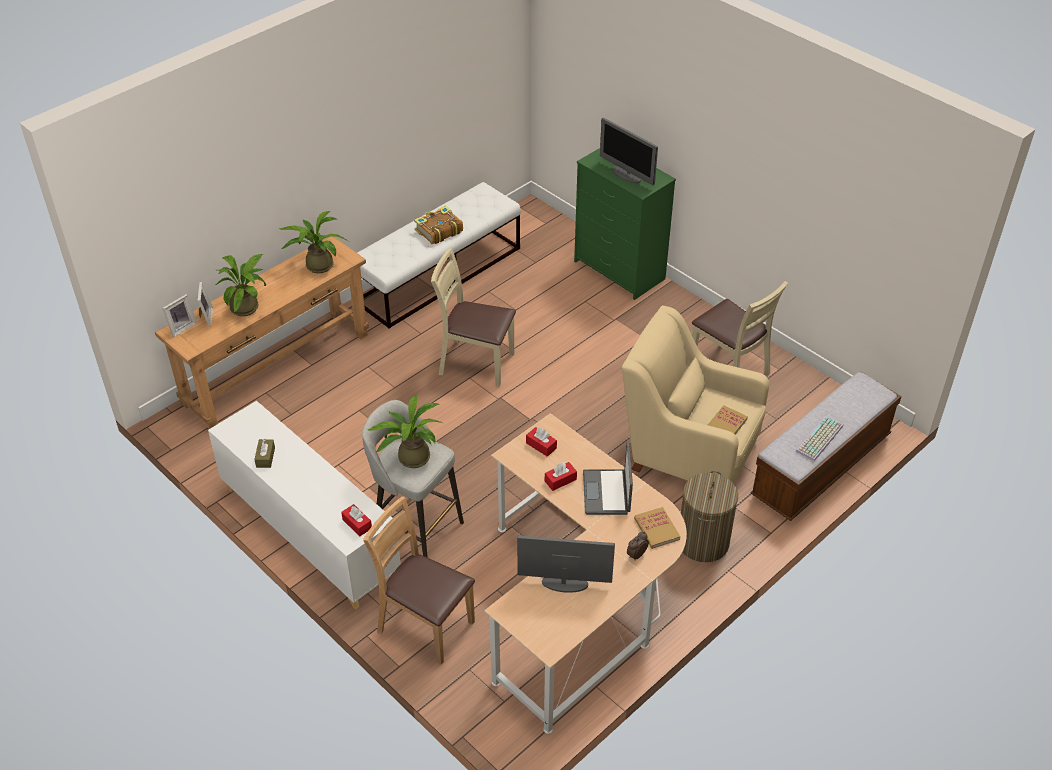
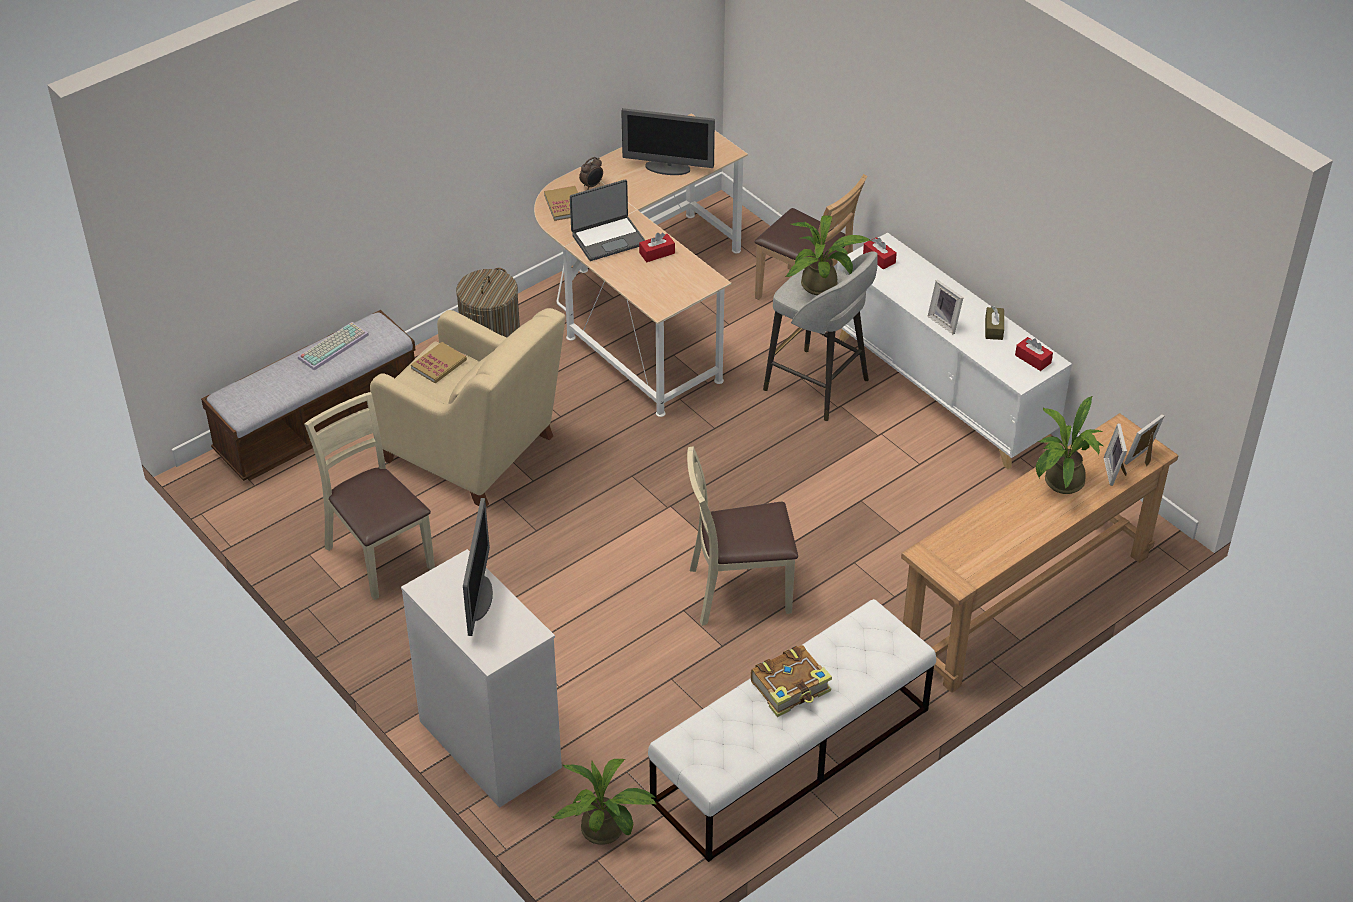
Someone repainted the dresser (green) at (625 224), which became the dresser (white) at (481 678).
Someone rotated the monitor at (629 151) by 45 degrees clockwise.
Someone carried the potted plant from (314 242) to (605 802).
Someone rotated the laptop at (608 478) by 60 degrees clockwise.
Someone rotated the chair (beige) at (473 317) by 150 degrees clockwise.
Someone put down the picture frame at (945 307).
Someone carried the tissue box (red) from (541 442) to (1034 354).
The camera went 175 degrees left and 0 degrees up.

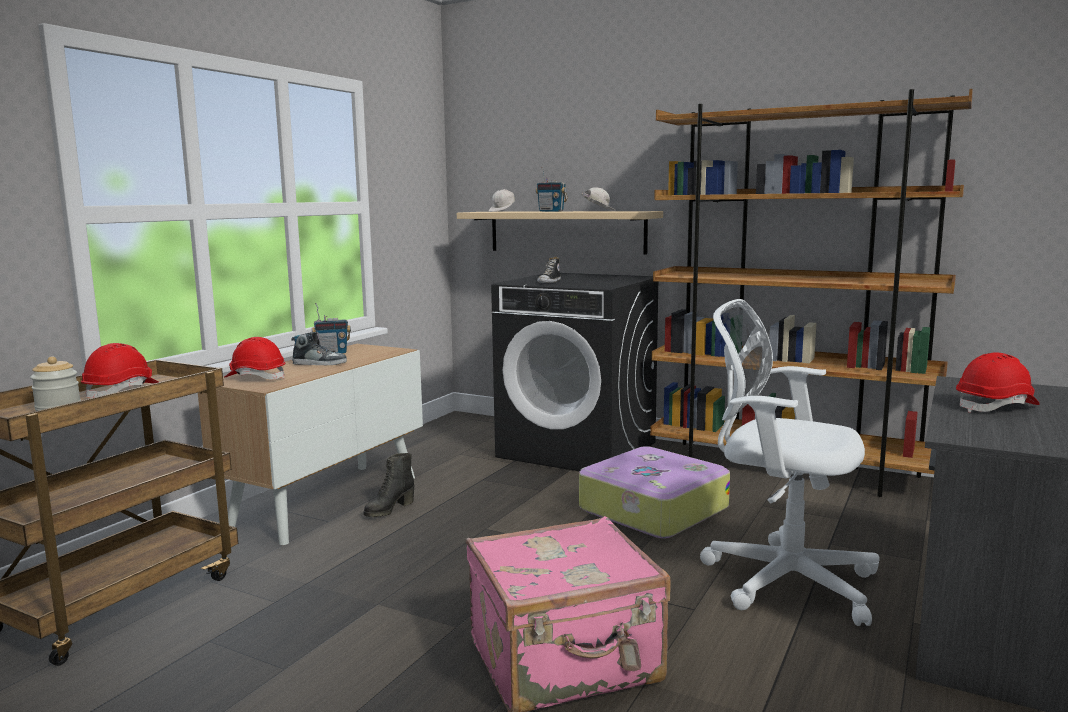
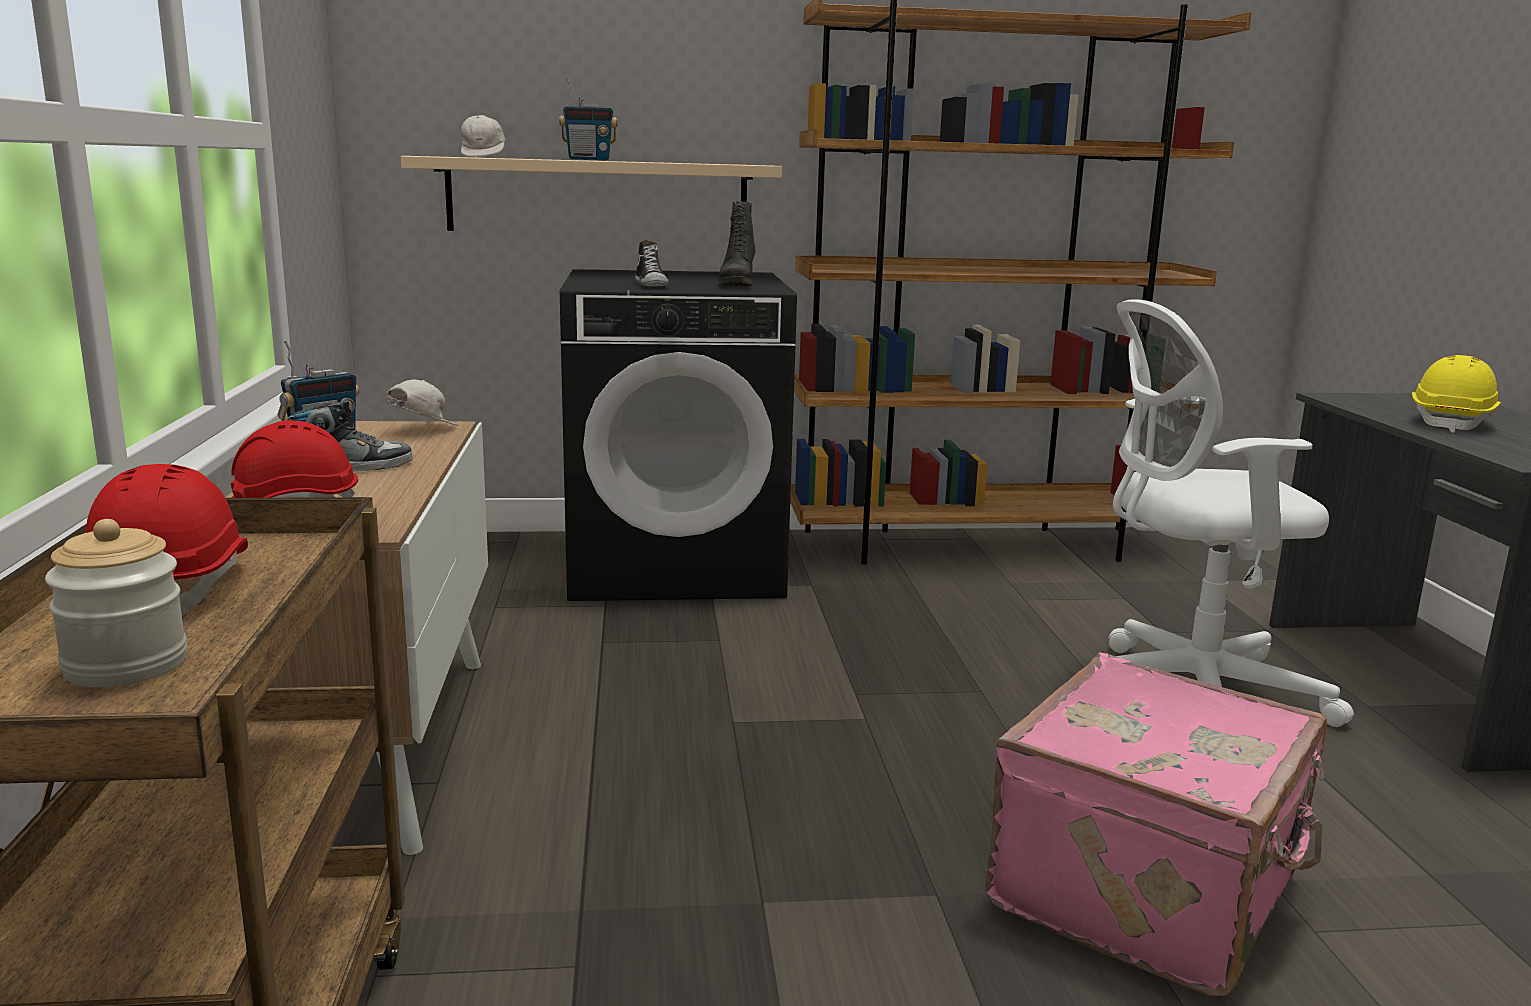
Someone carried the cap (white) from (598 199) to (421 402).
Someone carried the boot (black) from (389 485) to (736 243).
Someone repainted the hard hat (red) at (998 382), which became the hard hat (yellow) at (1456 394).
Someone took away the suitcase at (654 492).
The camera went 35 degrees left and 5 degrees up.

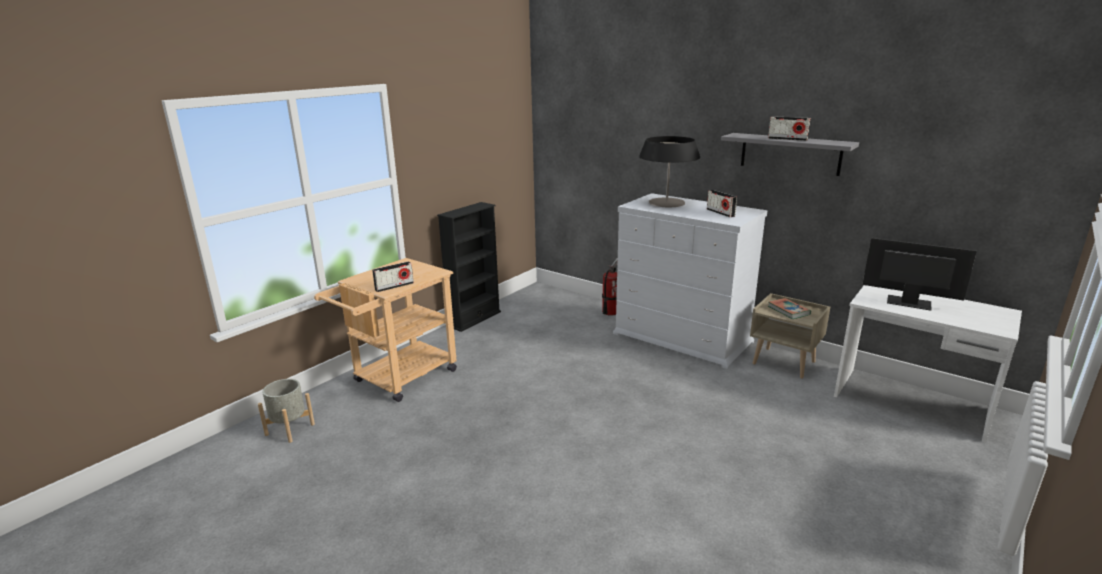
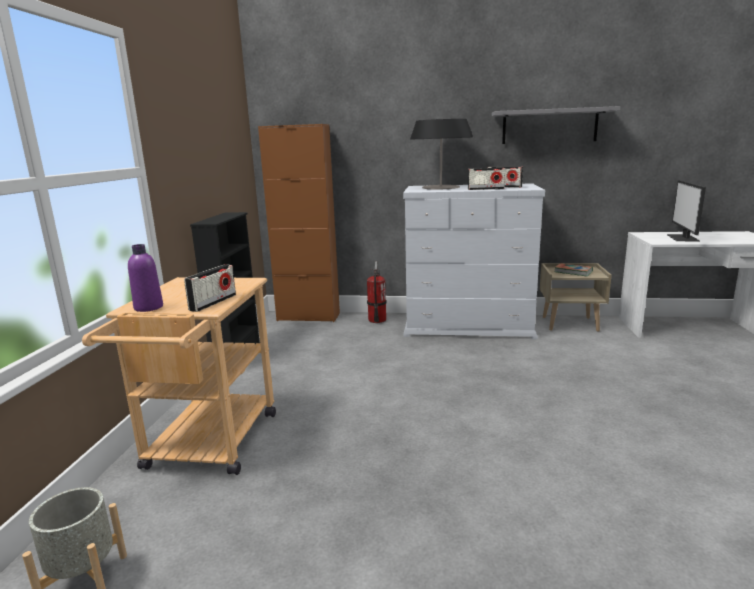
Someone put down the bottle (purple) at (145 278).
Someone put down the cabinet (brown) at (299 223).
Someone carried the radio from (789 128) to (486 179).
Someone rotated the monitor at (919 274) by 75 degrees counterclockwise.
The camera went 30 degrees left and 5 degrees down.

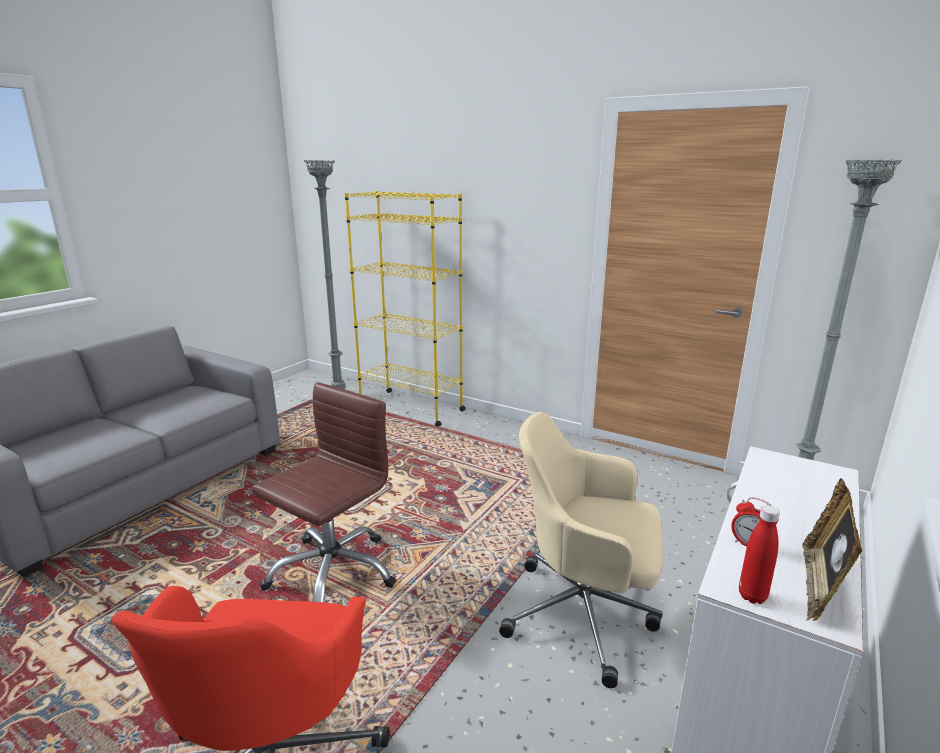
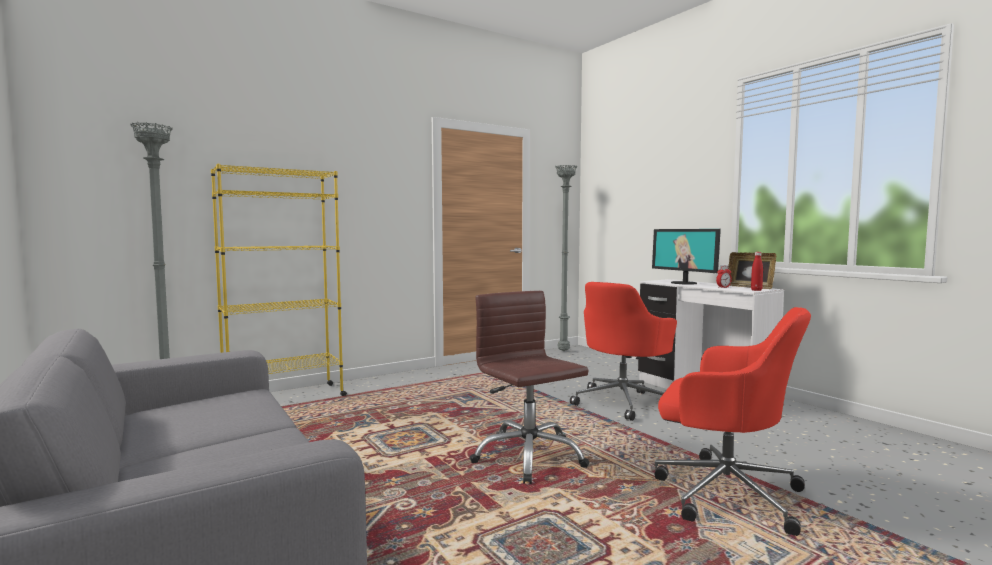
Someone repainted the office chair (beige) at (581 550), which became the office chair (red) at (623 351).
Someone put down the monitor at (686 257).
The camera went 65 degrees left and 15 degrees down.

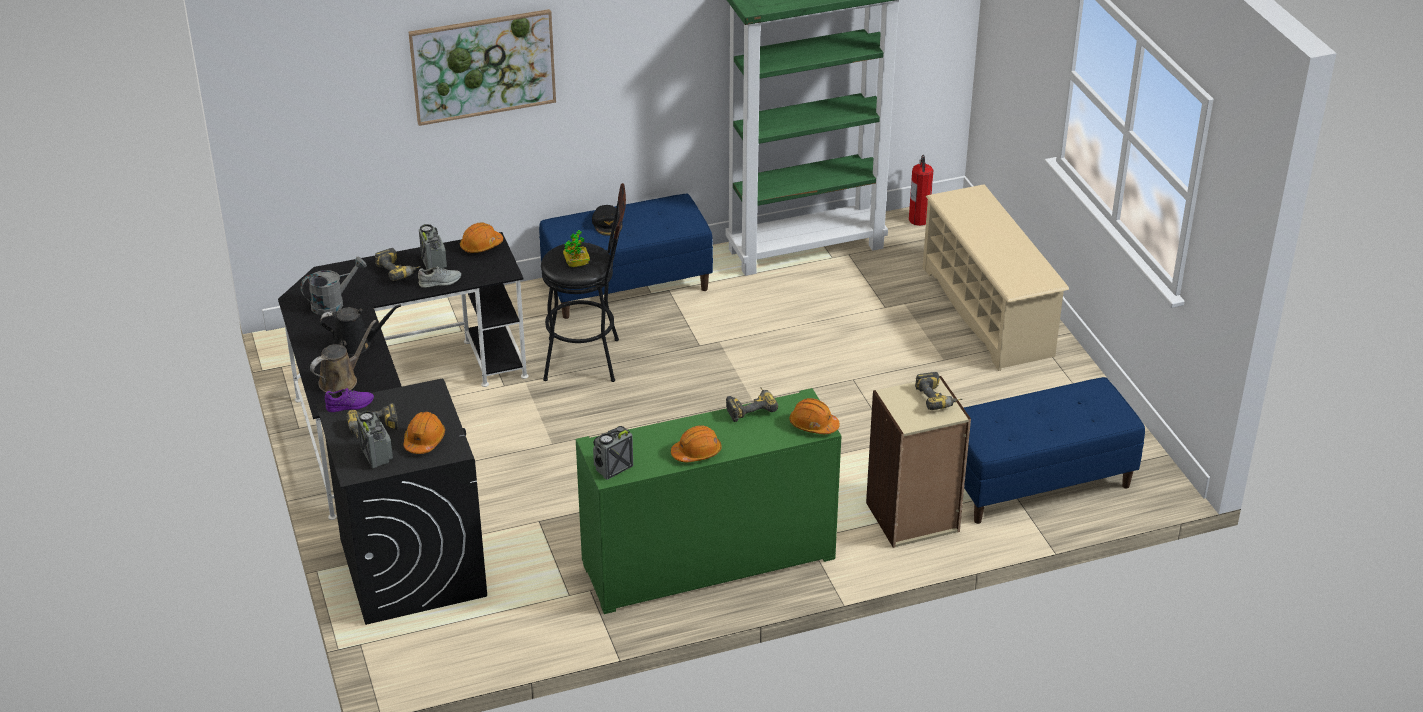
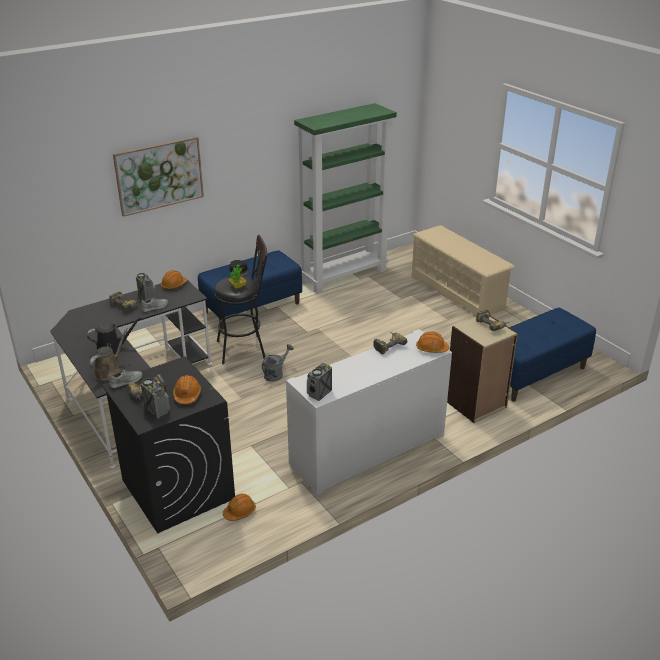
Someone repainted the shoe (purple) at (349 400), which became the shoe (grey) at (125 379).
Someone carried the hard hat (orange) from (696 444) to (239 507).
Someone carried the watering can (grey) from (333 286) to (278 363).
Someone repainted the cabinet (green) at (709 501), which became the cabinet (white) at (369 412).
Someone took away the fire extinguisher at (921 190).
The camera went 15 degrees left and 5 degrees down.

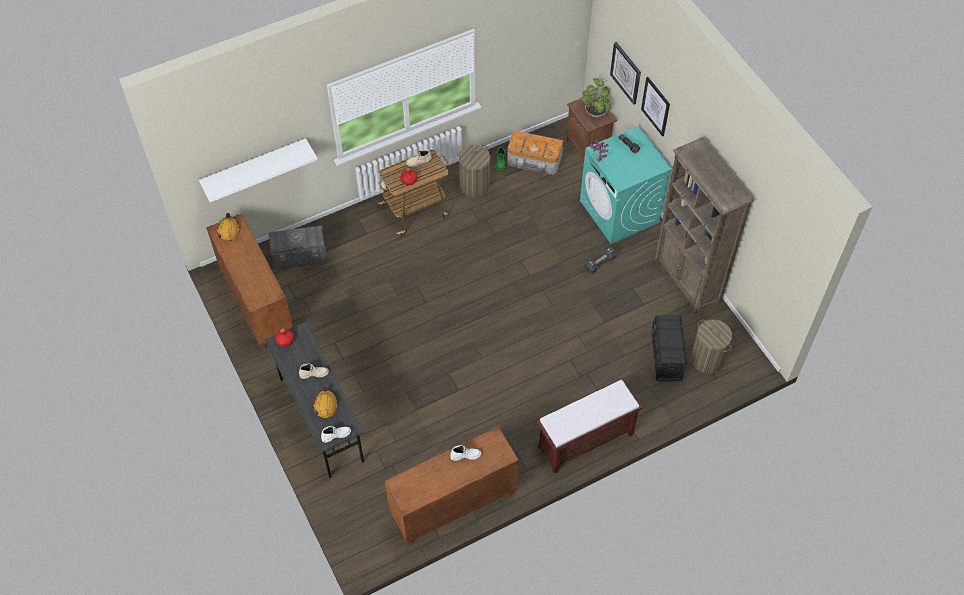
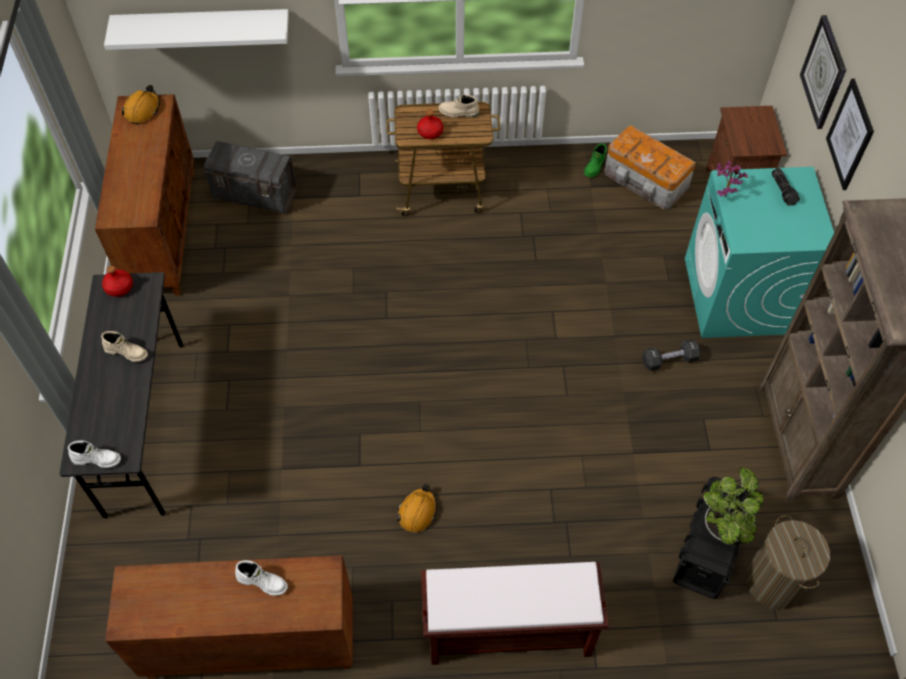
Someone carried the hard hat (orange) from (325 402) to (416 508).
Someone carried the potted plant from (596 98) to (733 506).
Someone took away the laundry basket at (474 171).
The camera went 25 degrees right and 0 degrees up.

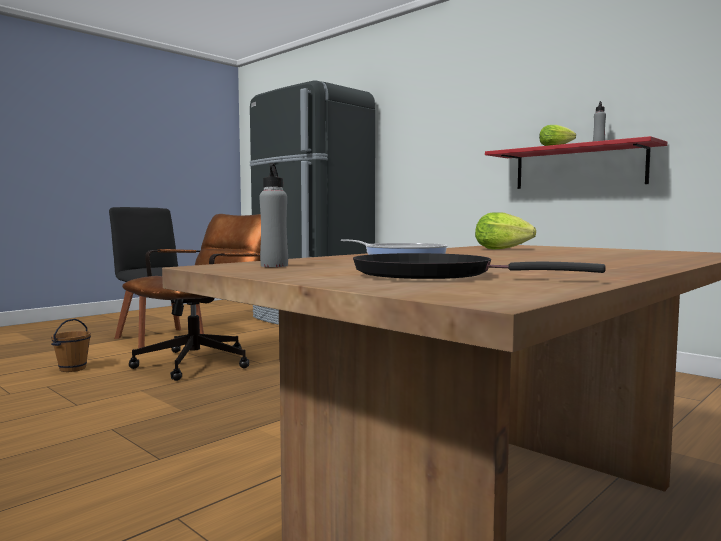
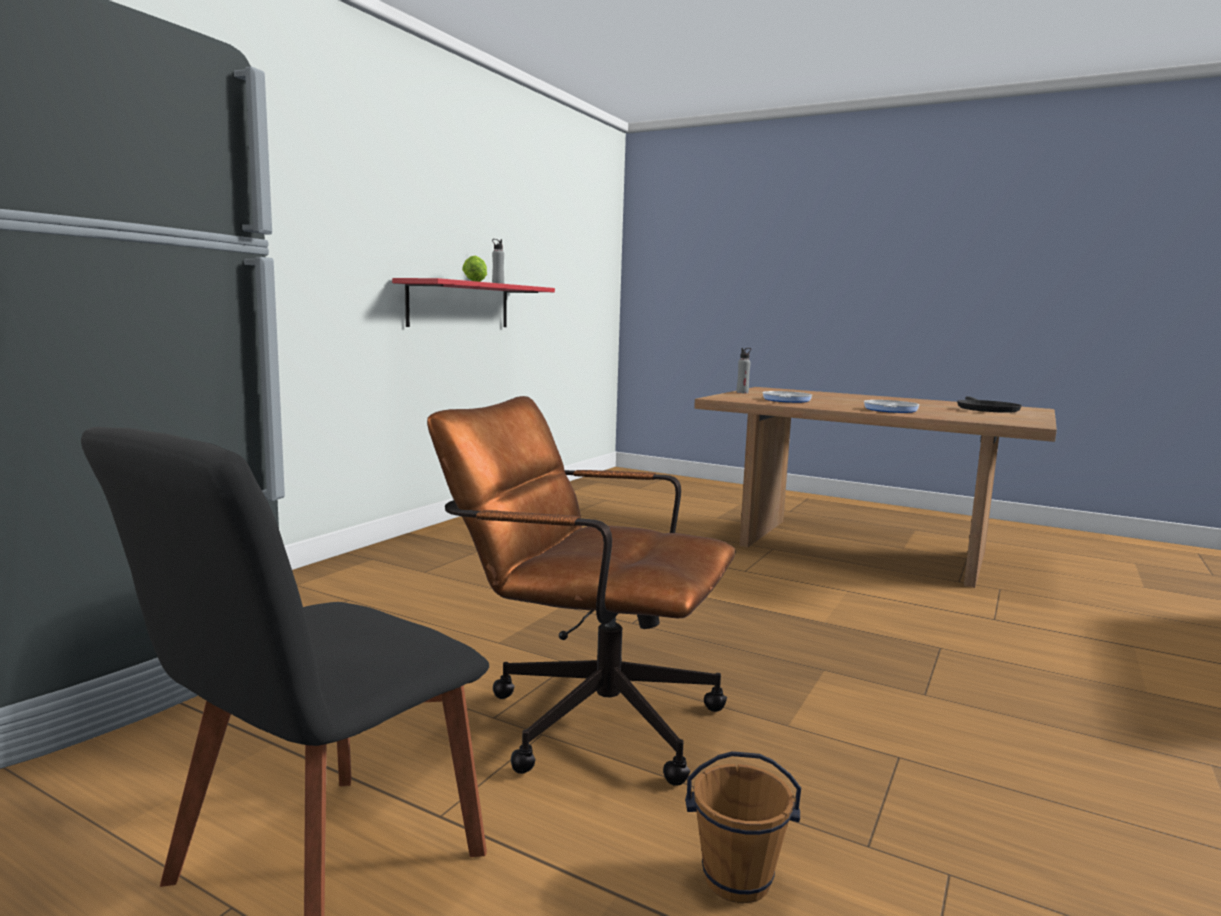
Someone carried the bottle (grey) from (274 215) to (744 370).
Someone swapped the lettuce at (505 231) for the frying pan at (787 397).
The camera went 105 degrees left and 5 degrees up.

